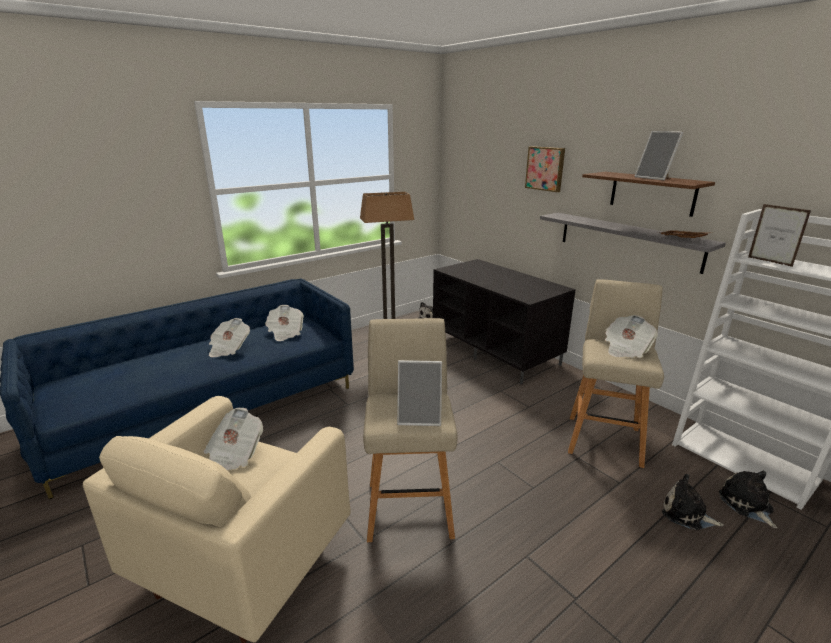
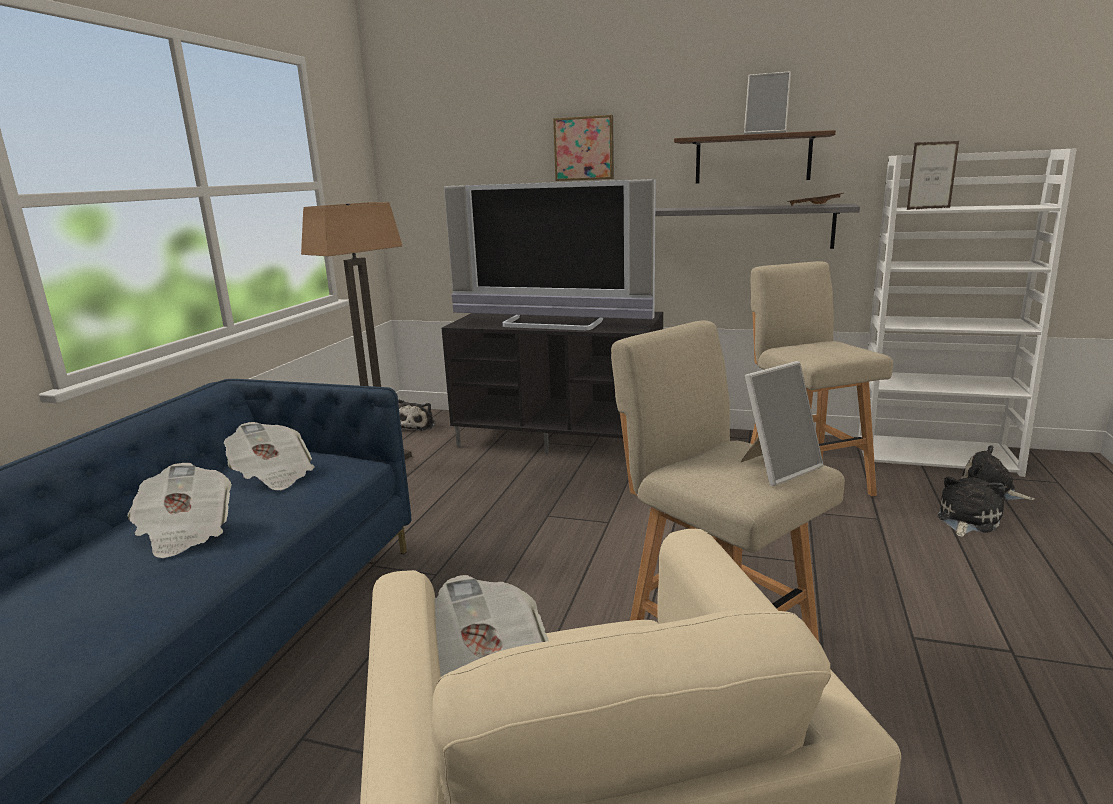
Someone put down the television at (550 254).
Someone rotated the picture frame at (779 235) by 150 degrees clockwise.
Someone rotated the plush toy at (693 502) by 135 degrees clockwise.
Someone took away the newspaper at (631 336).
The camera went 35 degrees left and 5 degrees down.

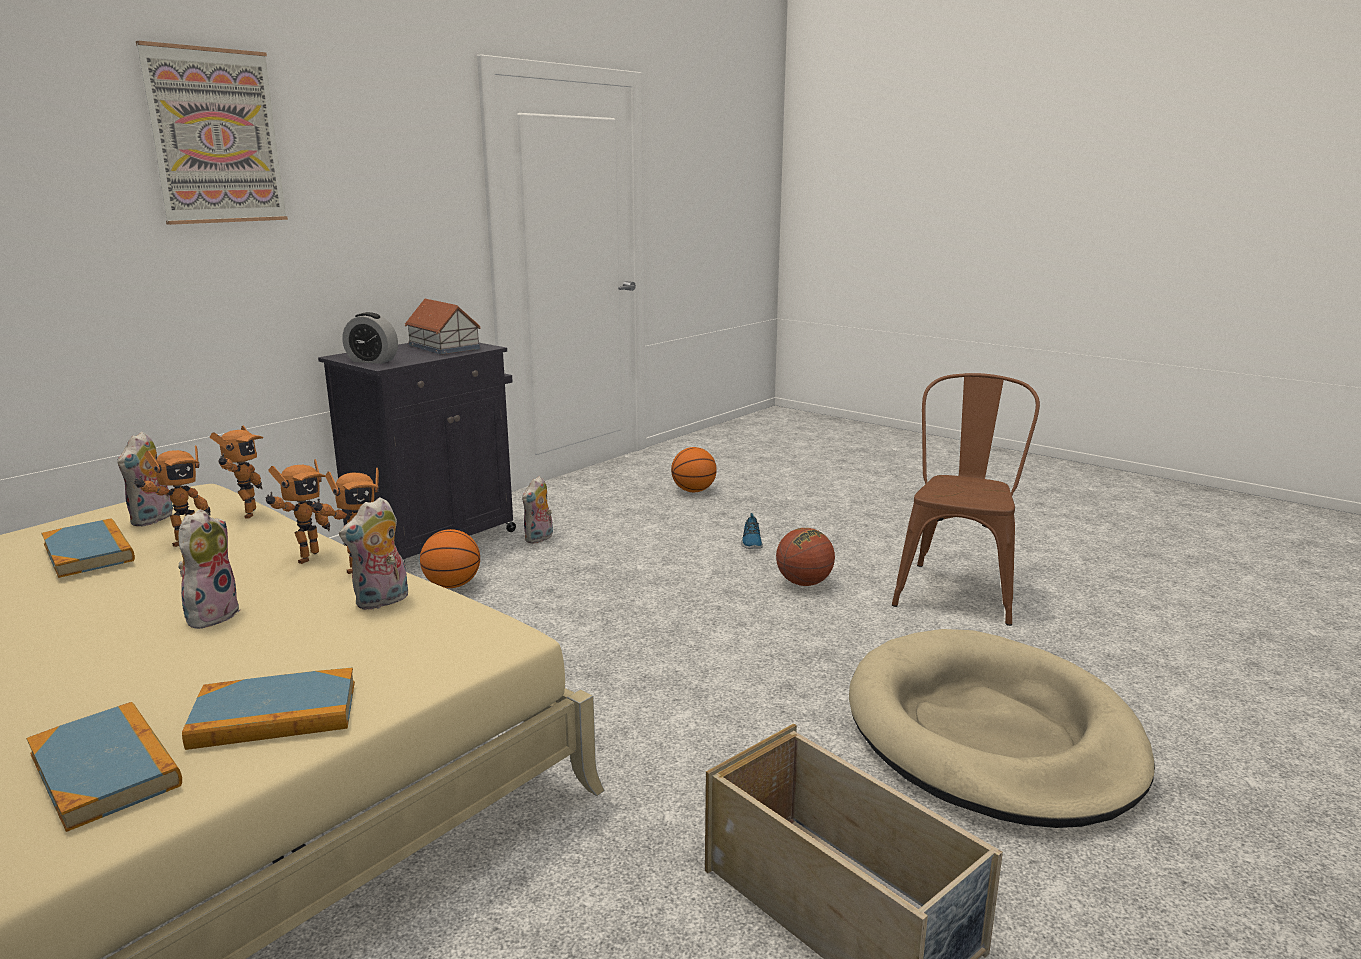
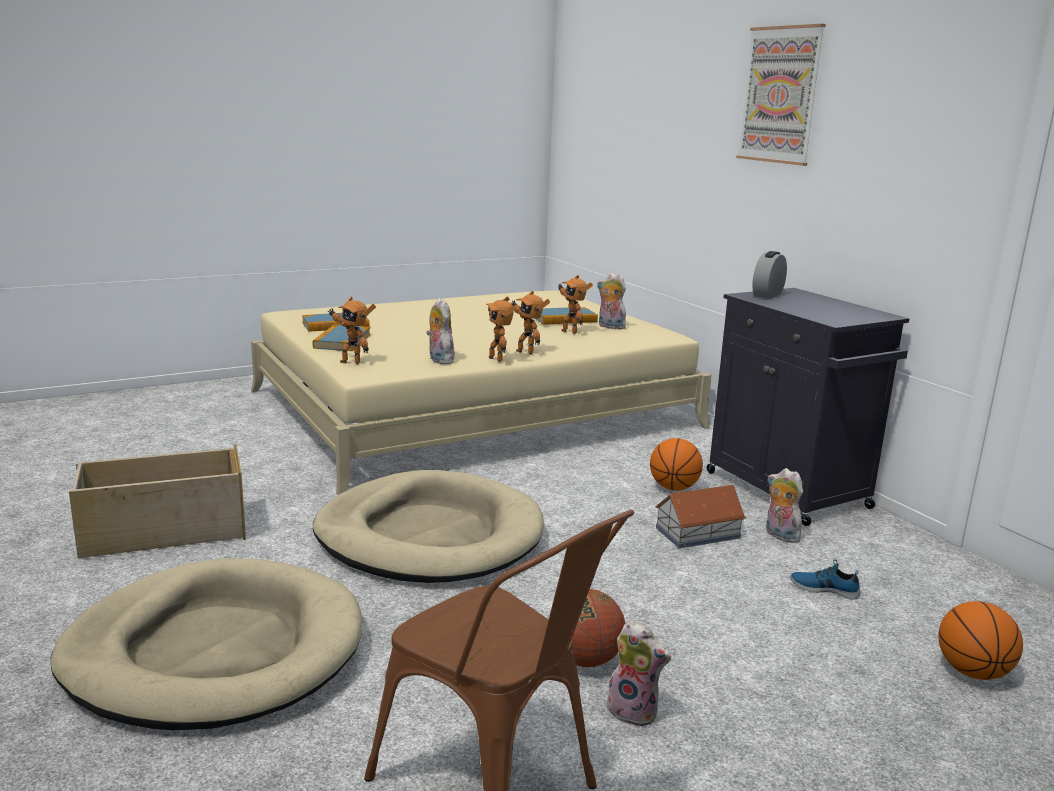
Someone put down the dog bed (beige) at (428 526).
Someone carried the toy robot from (236 472) to (352 330).
Someone carried the plush toy from (209 569) to (638 673).
Someone carried the toy house from (443 326) to (700 516).
Someone carried the shoe from (752 531) to (825 579).
The camera went 110 degrees right and 0 degrees up.

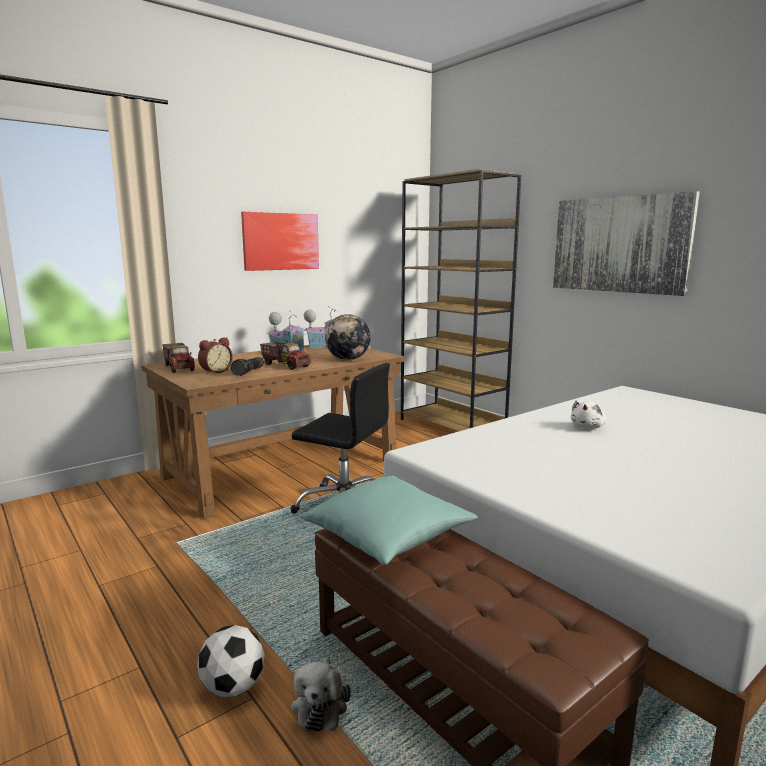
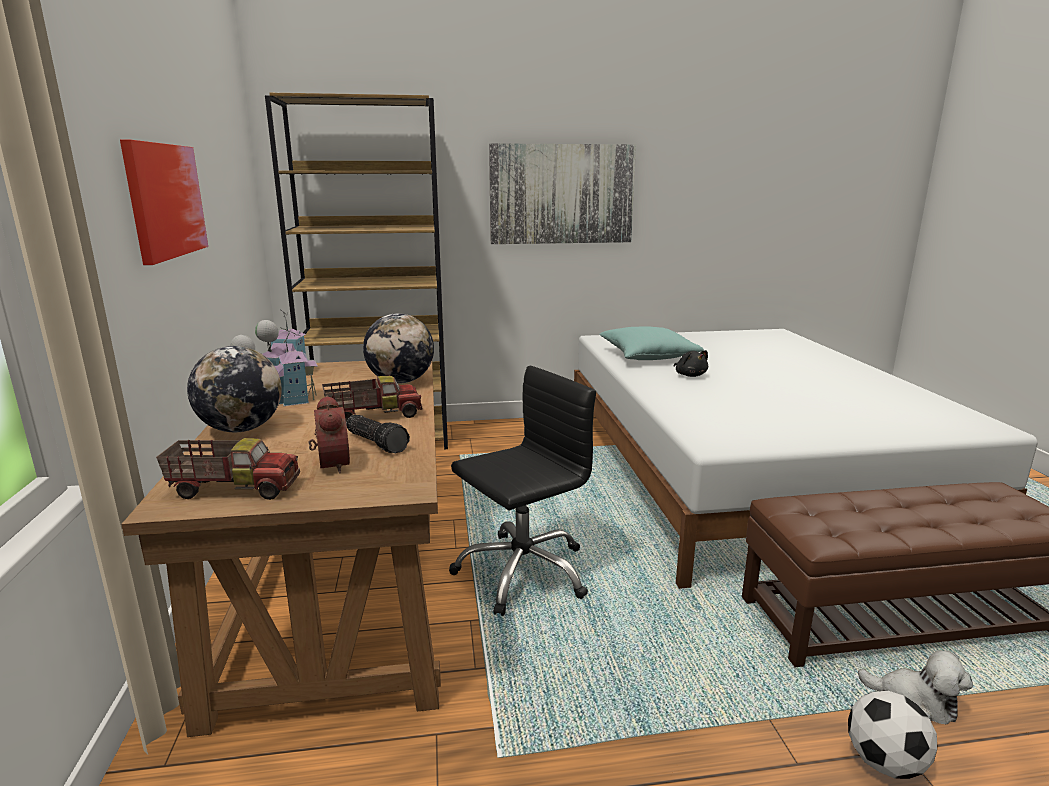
Someone put down the globe at (234 389).
Someone carried the pillow (turquoise) from (389 520) to (651 343).
Someone repainted the plush toy (white) at (589 414), which became the plush toy (black) at (691 363).
The camera went 60 degrees left and 5 degrees up.

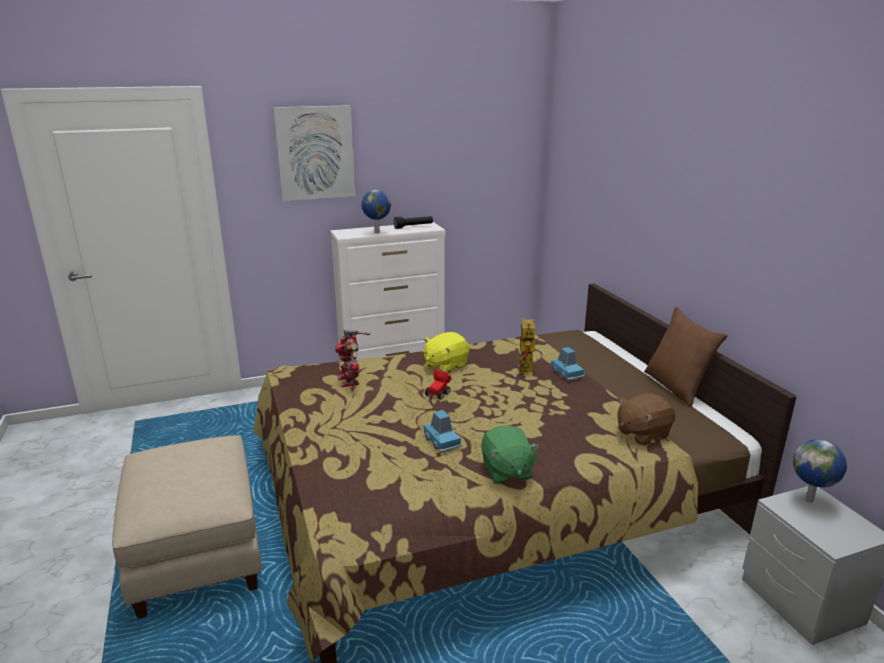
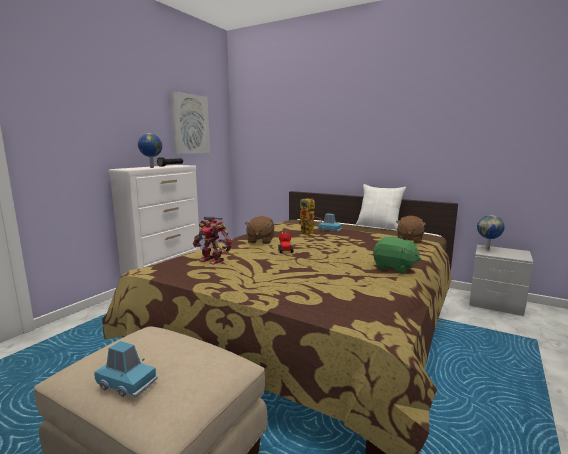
Someone carried the toy car (blue) from (443 431) to (126 369).
Someone carried the picture from (314 153) to (190 122).
Someone repainted the plush toy (yellow) at (447 352), which became the plush toy (brown) at (259 230).
Someone repainted the pillow (brown) at (685 356), which became the pillow (white) at (381 207).
The camera went 40 degrees left and 10 degrees down.

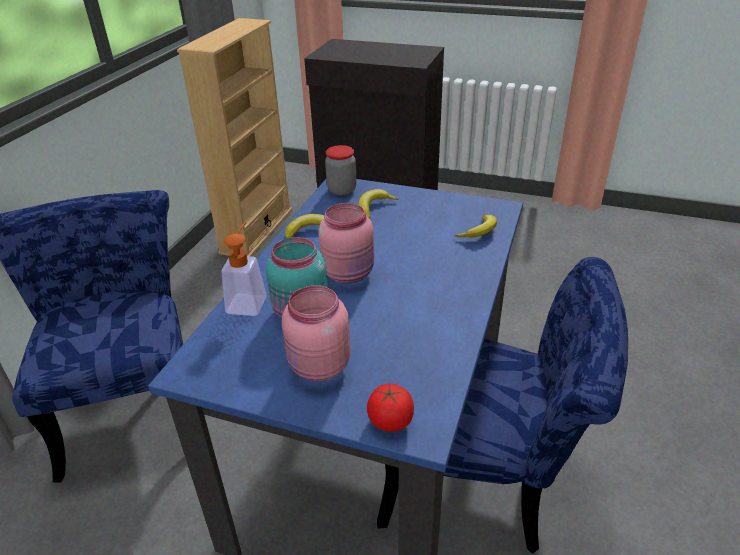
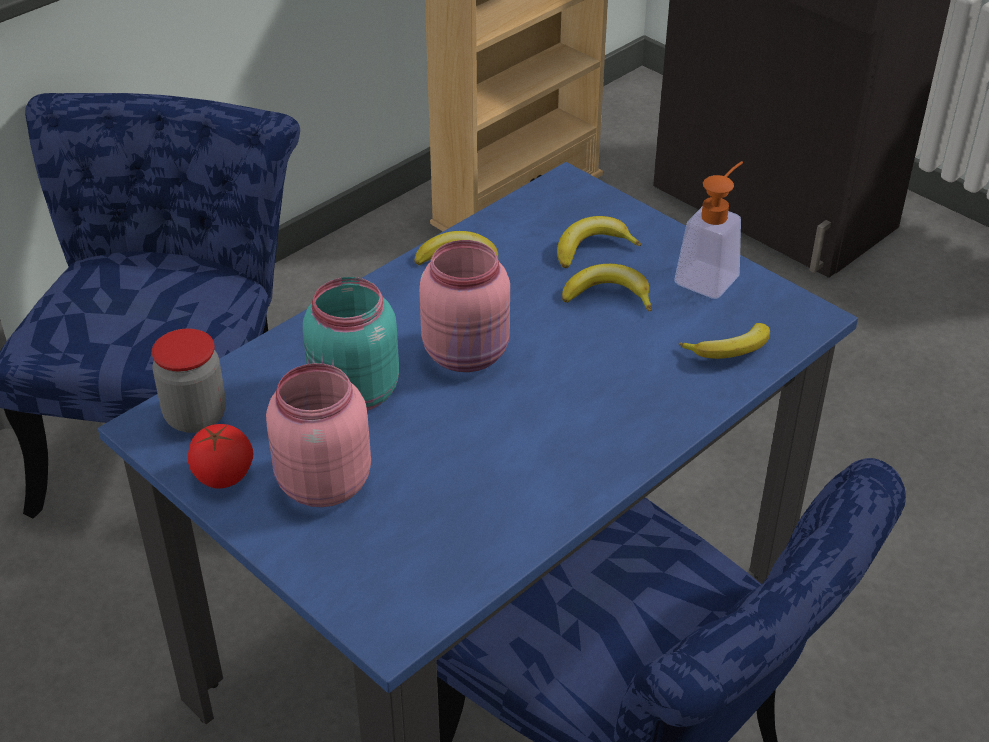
Someone carried the jar from (341 170) to (189 380).
Someone carried the tomato from (390 408) to (220 456).
Someone put down the banana at (607 288).
Someone carried the soap dispenser from (244 269) to (708 230).
The camera went 25 degrees right and 5 degrees up.

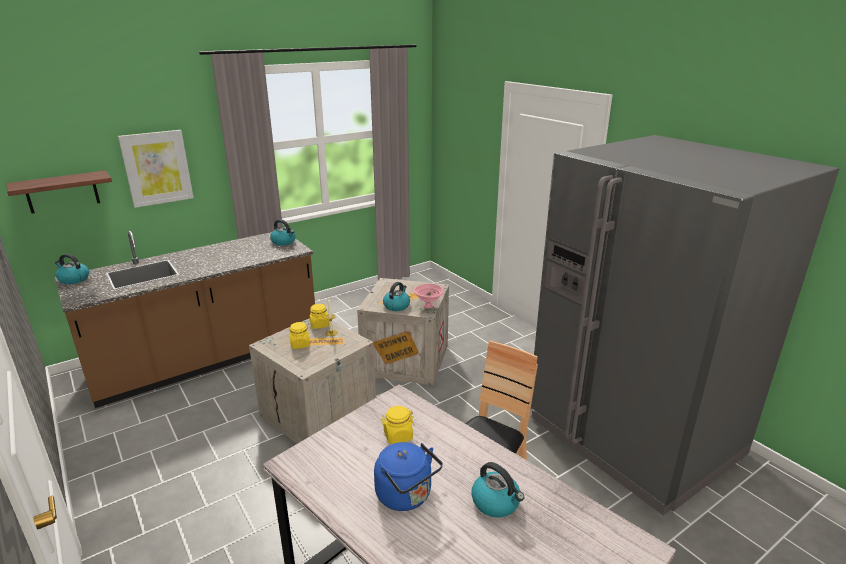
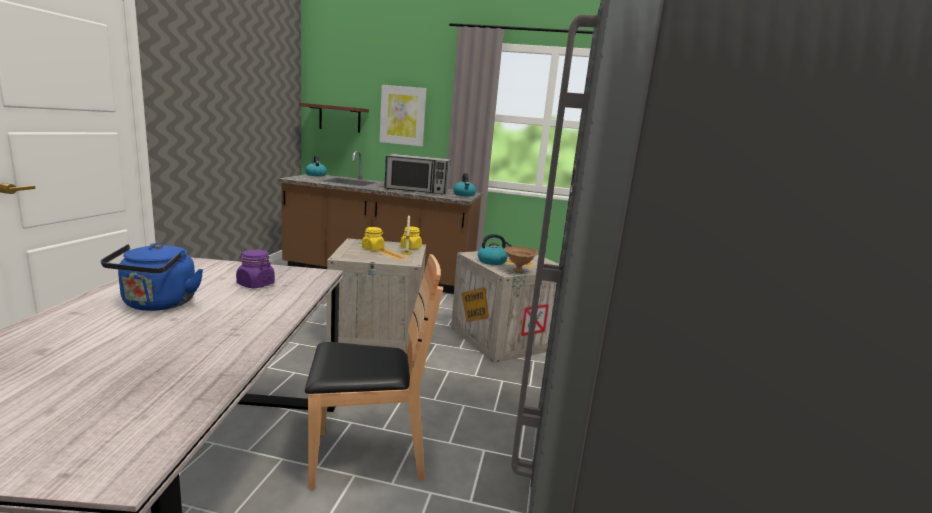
Someone repainted the jar (yellow) at (397 425), which became the jar (purple) at (255 269).
Someone put down the microwave at (417 174).
Someone repainted the bowl (pink) at (429 296), which became the bowl (brown) at (521 259).
Someone took away the kettle at (498 490).
The camera went 45 degrees right and 10 degrees down.

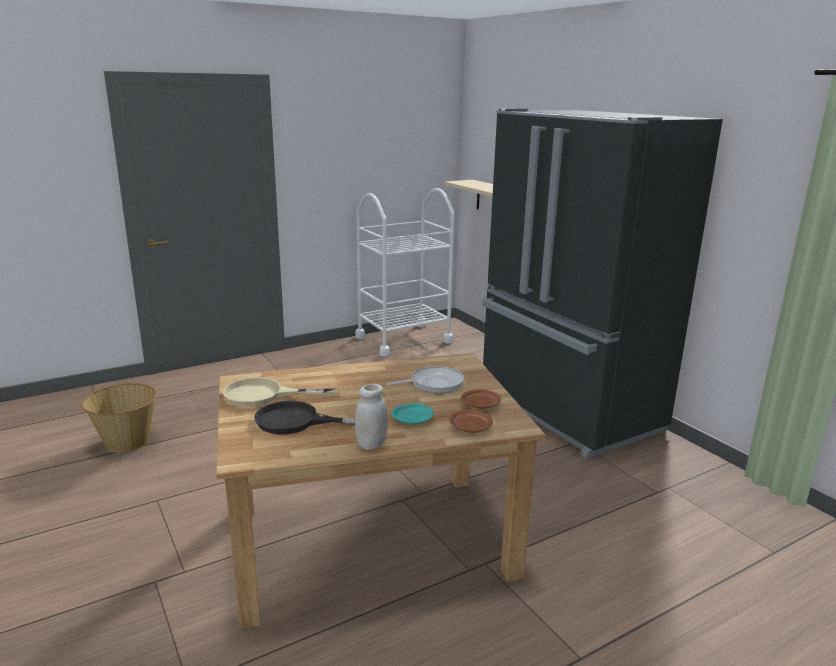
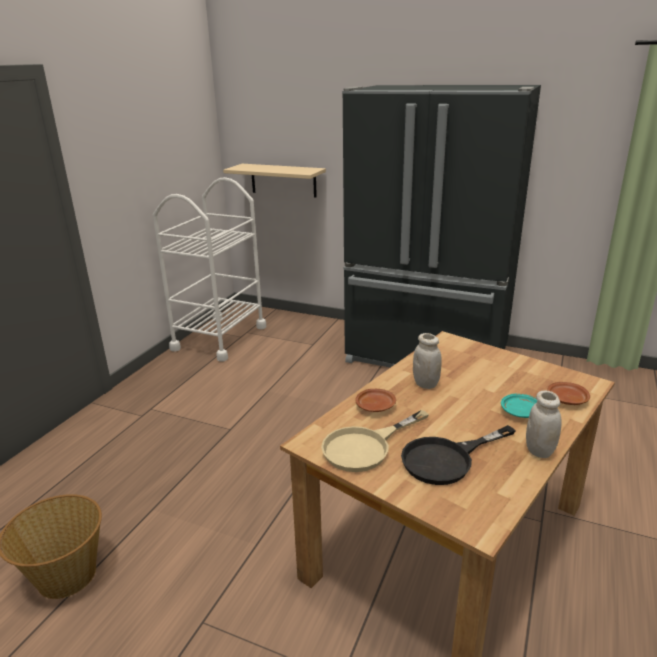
Someone carried the plate (brown) from (481 399) to (375 400).
Someone put down the jar (white) at (427 361).
Someone took away the frying pan at (425 379).
The camera went 35 degrees left and 5 degrees up.

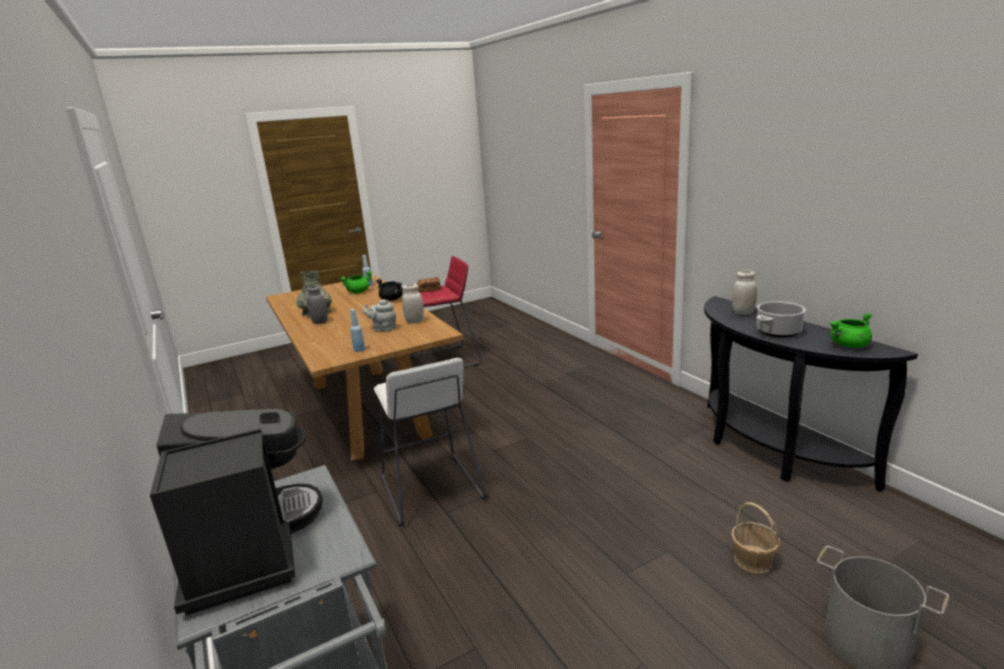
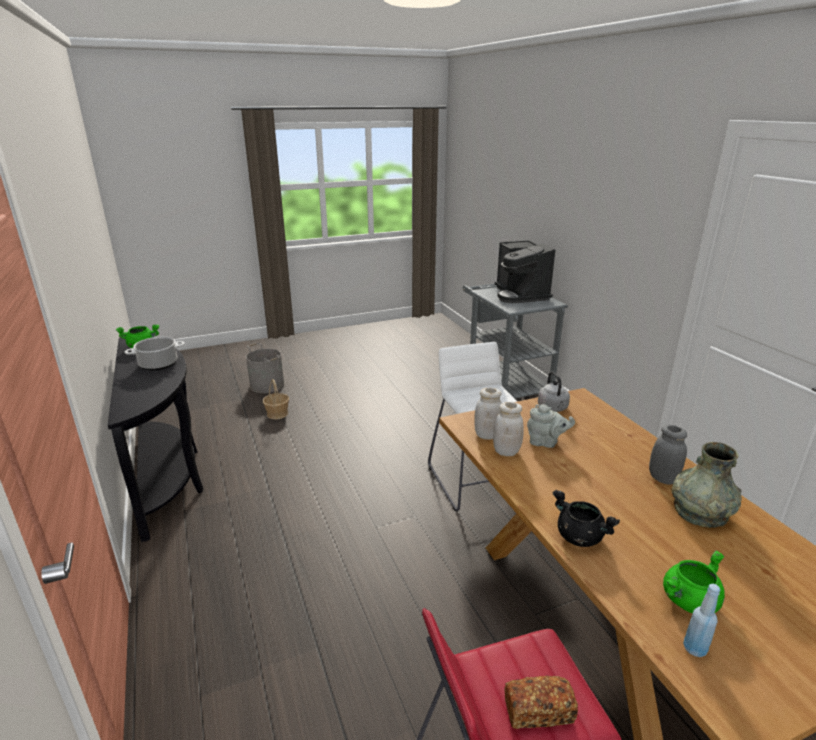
Someone carried the jar (white) from (744 292) to (488 414).
Someone swapped the bottle (blue) at (357 330) for the kettle (grey) at (554 392).
The camera went 175 degrees left and 5 degrees up.

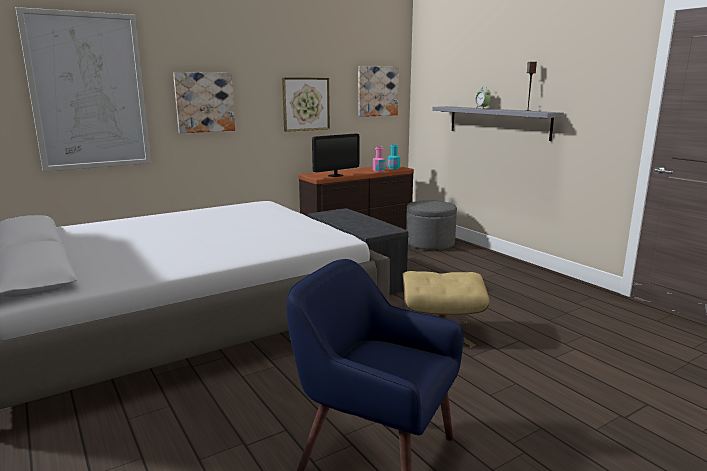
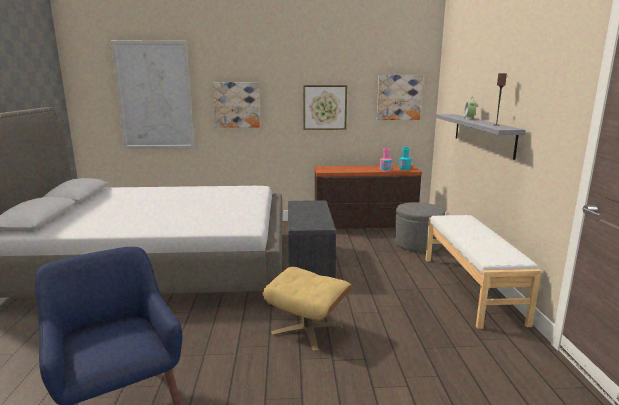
Someone put down the bench (white) at (483 272).
Someone took away the monitor at (336 155).
The camera went 30 degrees right and 0 degrees up.

